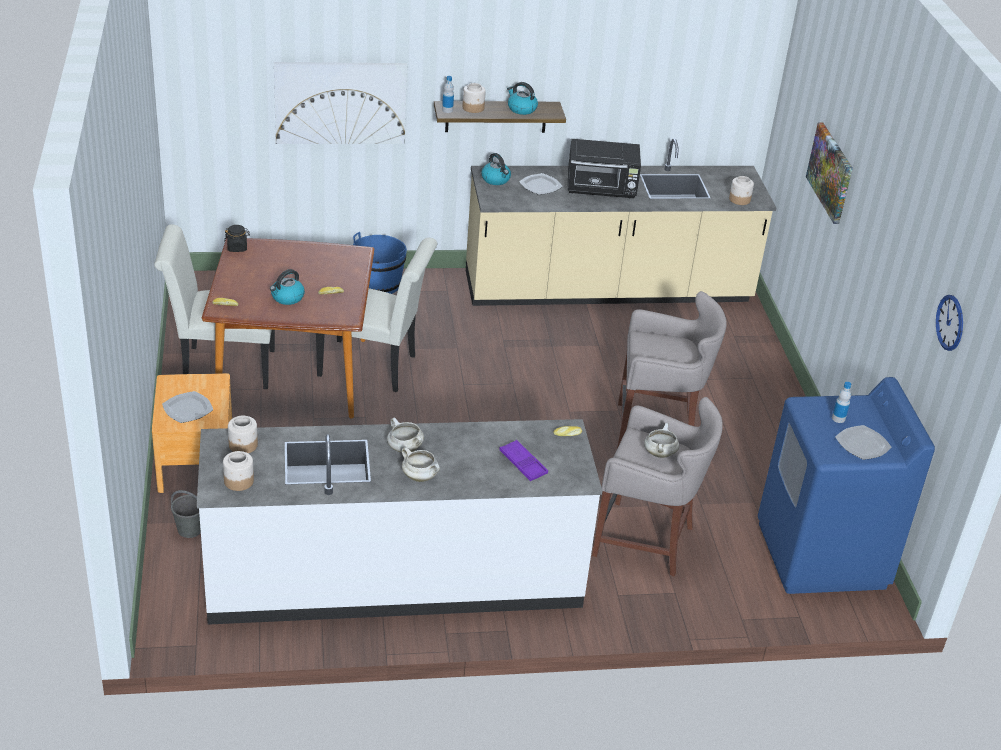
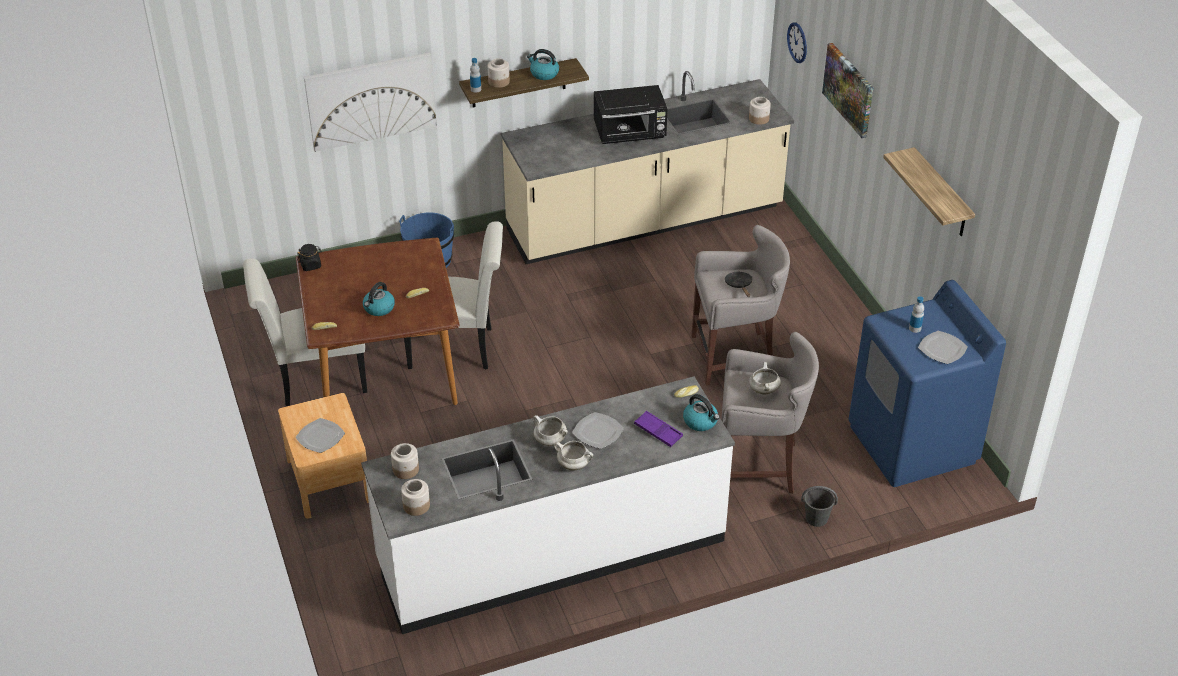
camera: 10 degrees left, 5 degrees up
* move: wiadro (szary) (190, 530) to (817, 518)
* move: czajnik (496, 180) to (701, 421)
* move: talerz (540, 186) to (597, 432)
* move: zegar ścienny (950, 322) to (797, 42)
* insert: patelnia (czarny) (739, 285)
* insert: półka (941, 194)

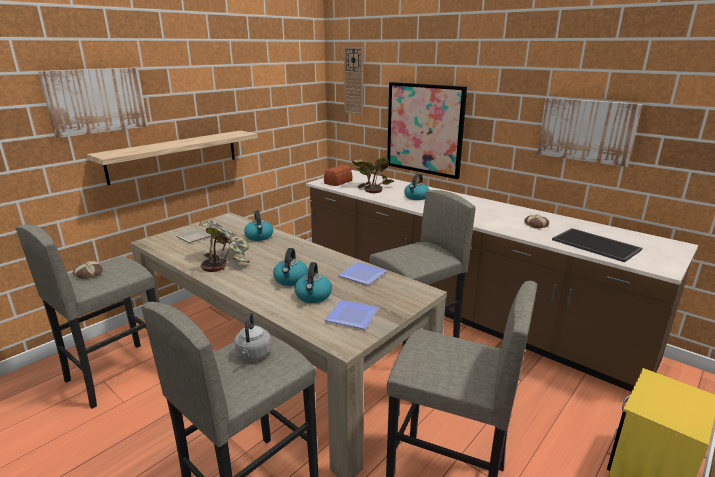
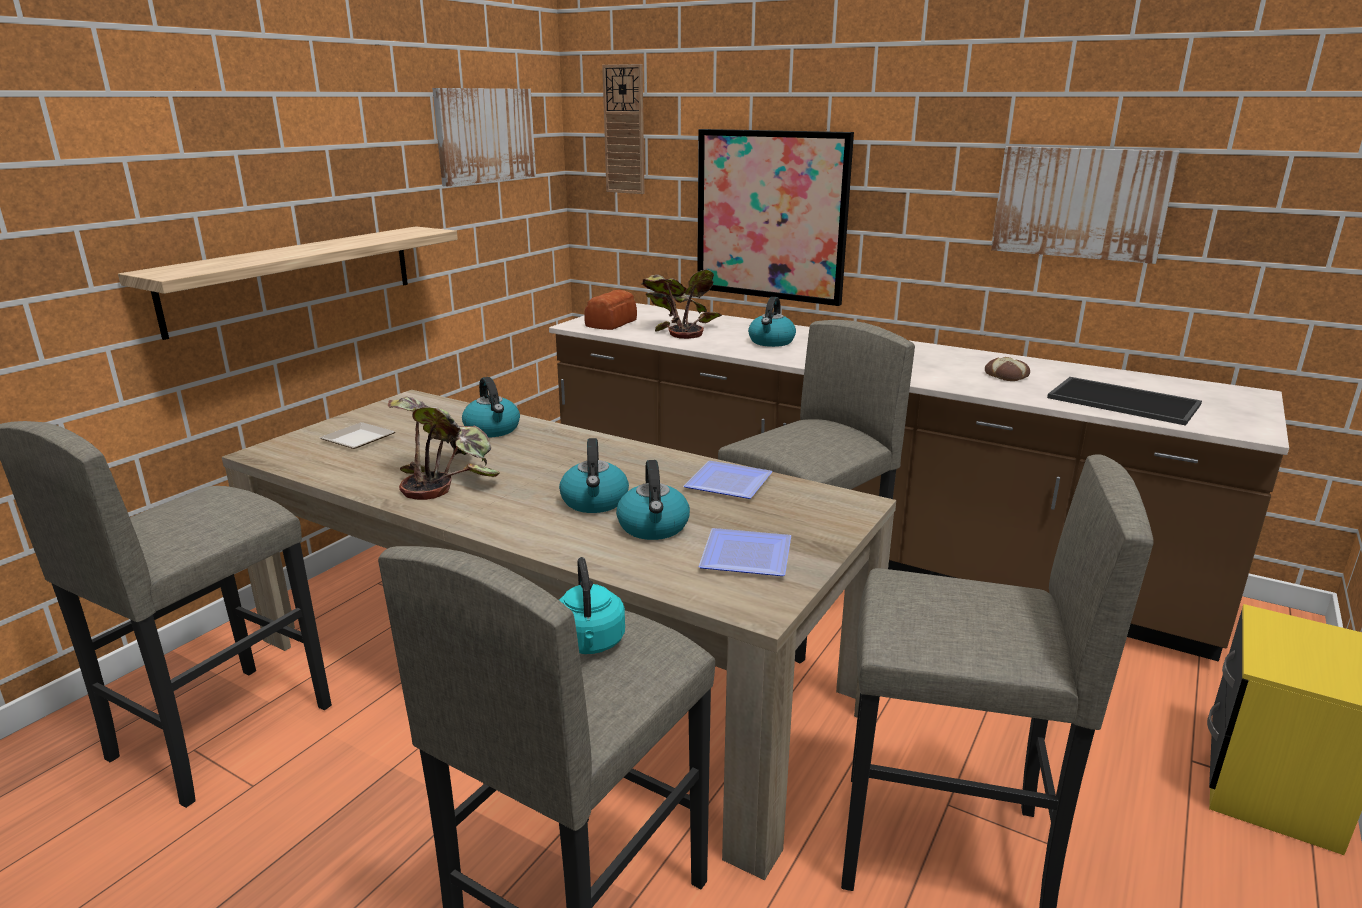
camera: 10 degrees left, 0 degrees up
* move: obraz (97, 101) to (485, 135)
* delete: chleb (88, 274)
* recolor: czajnik (szary) (253, 355) to czajnik (turkusowy) (590, 643)

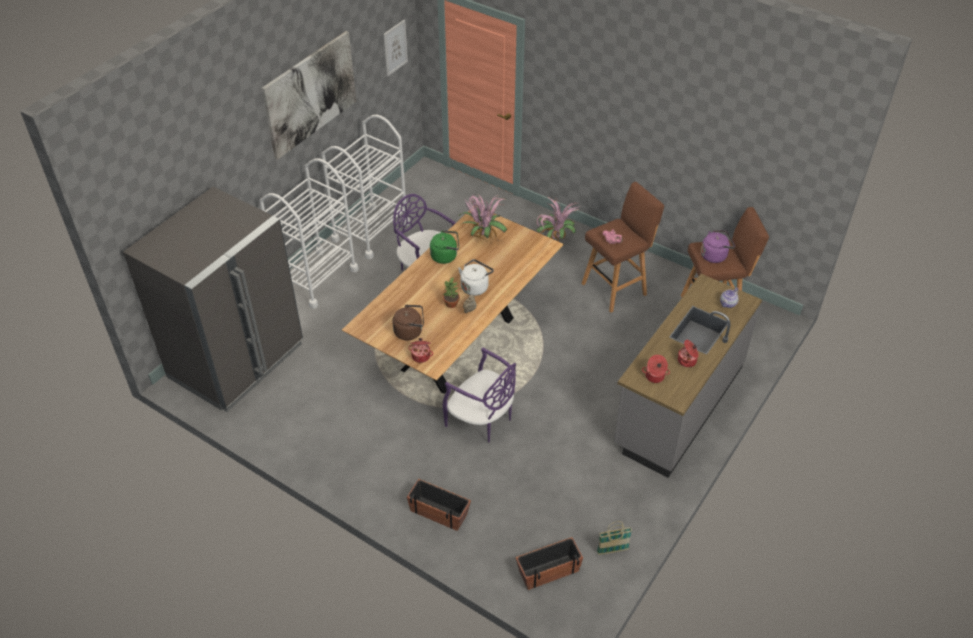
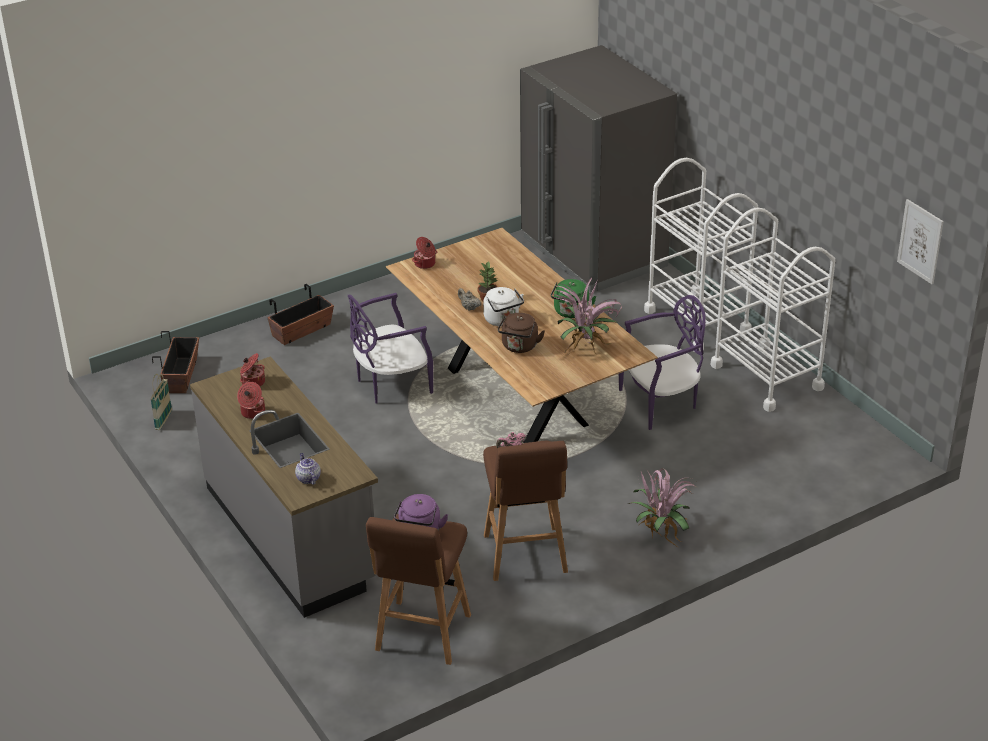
camera: 115 degrees right, 10 degrees down
* delete: obraz (310, 94)
* move: czajnik (brązowy) (410, 331) to (519, 347)

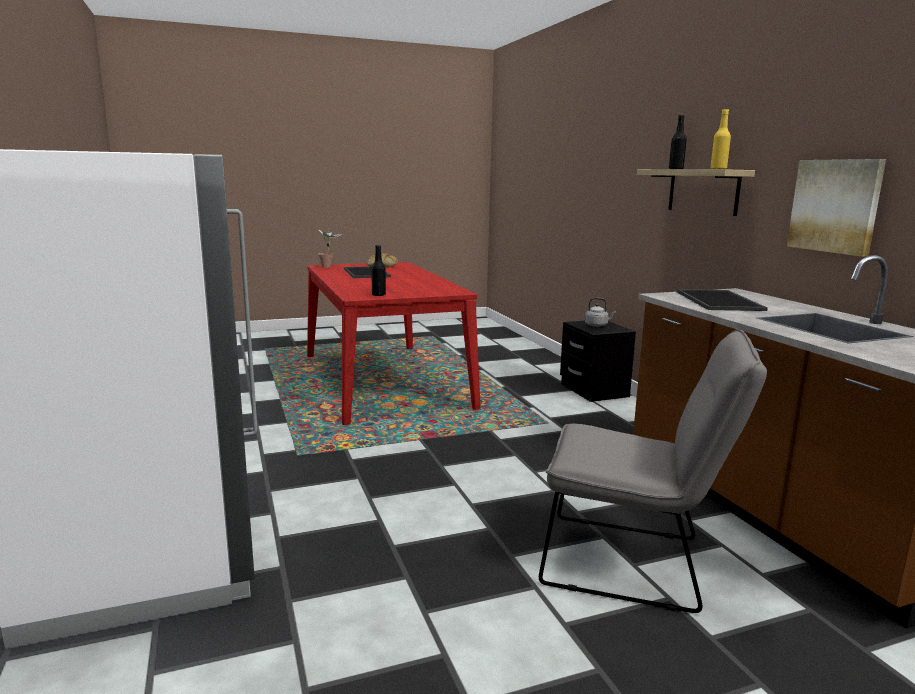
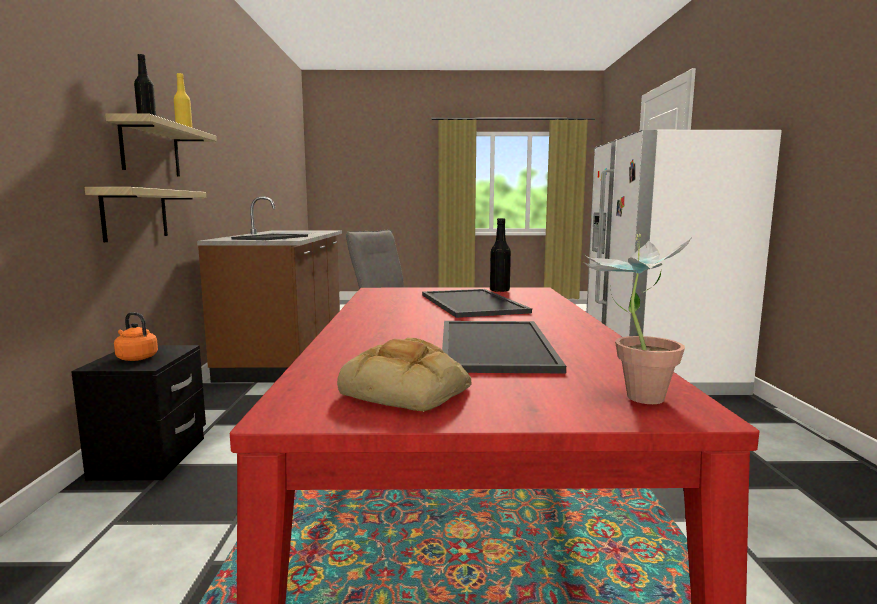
camera: 160 degrees left, 5 degrees down
* recolor: czajnik (szary) (597, 325) to czajnik (pomarańczowy) (136, 358)
* delete: obraz (835, 206)
* insert: półka (135, 214)
* insert: taca (474, 303)

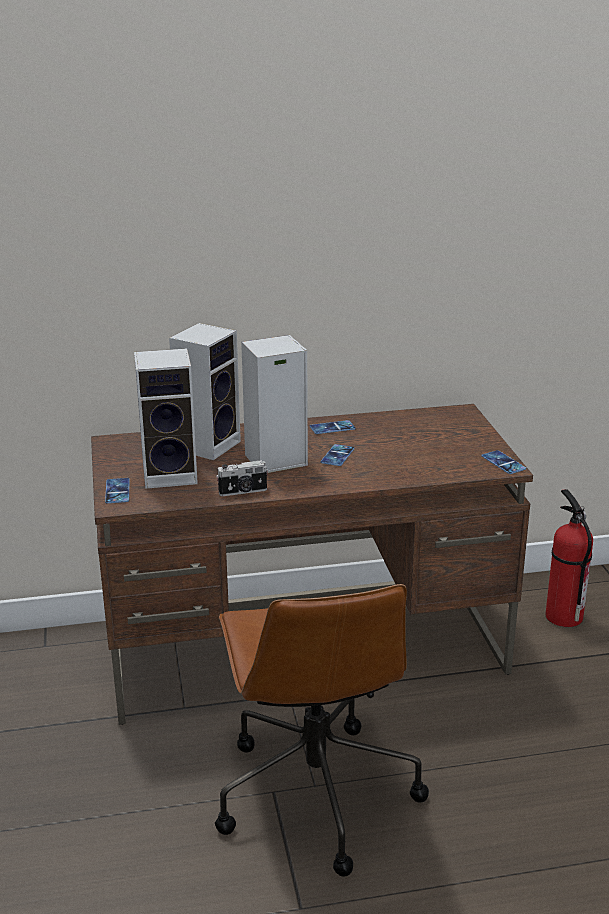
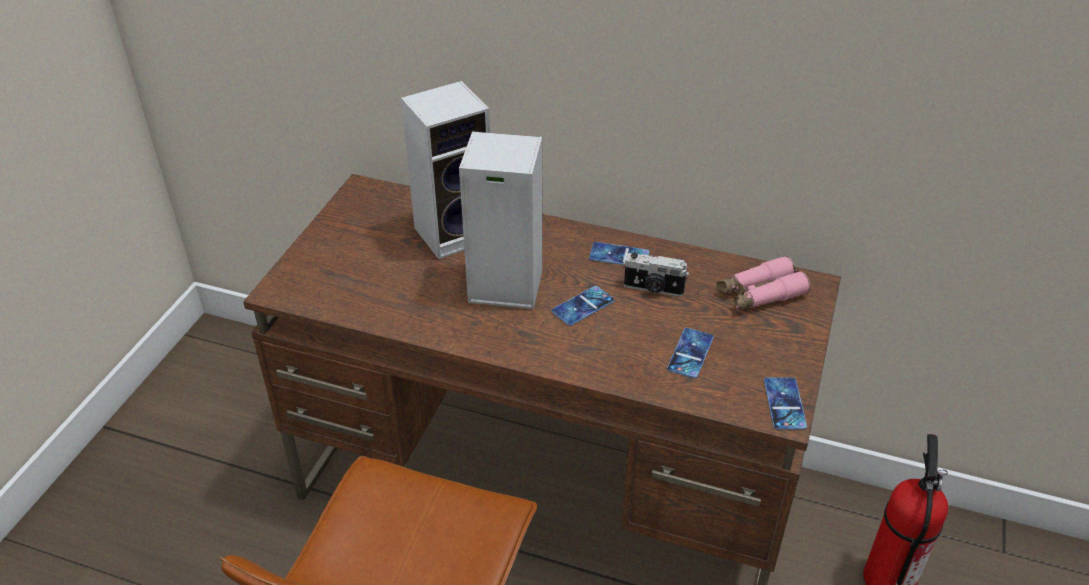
camera: 30 degrees right, 15 degrees up
* move: telefon (117, 491) to (690, 353)
* delete: głośnik (172, 474)
* move: aparat fotograficzny (243, 492) to (653, 289)
* insert: lornetka (różowy) (760, 294)

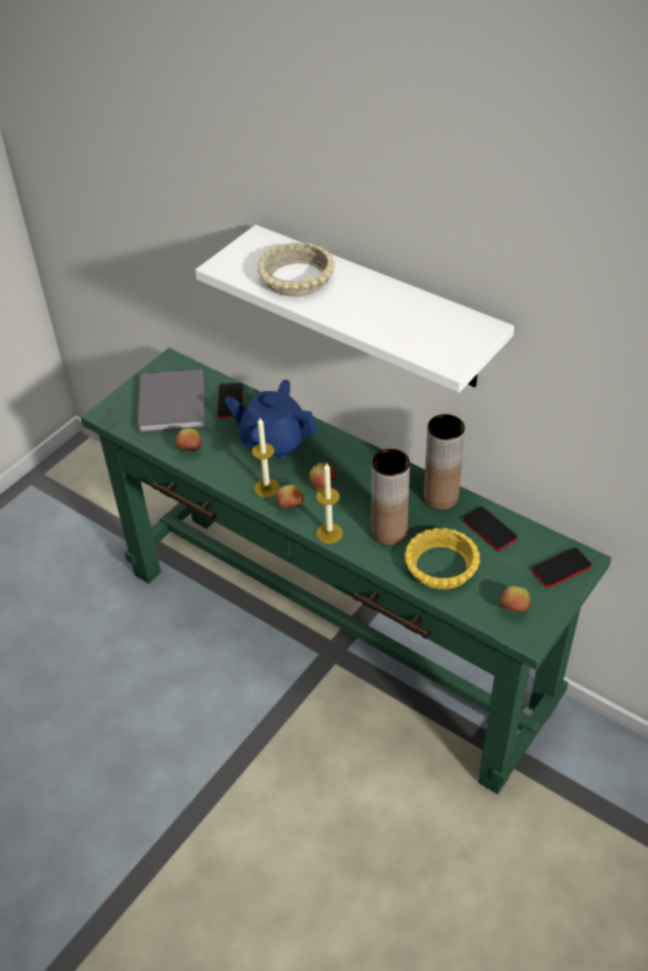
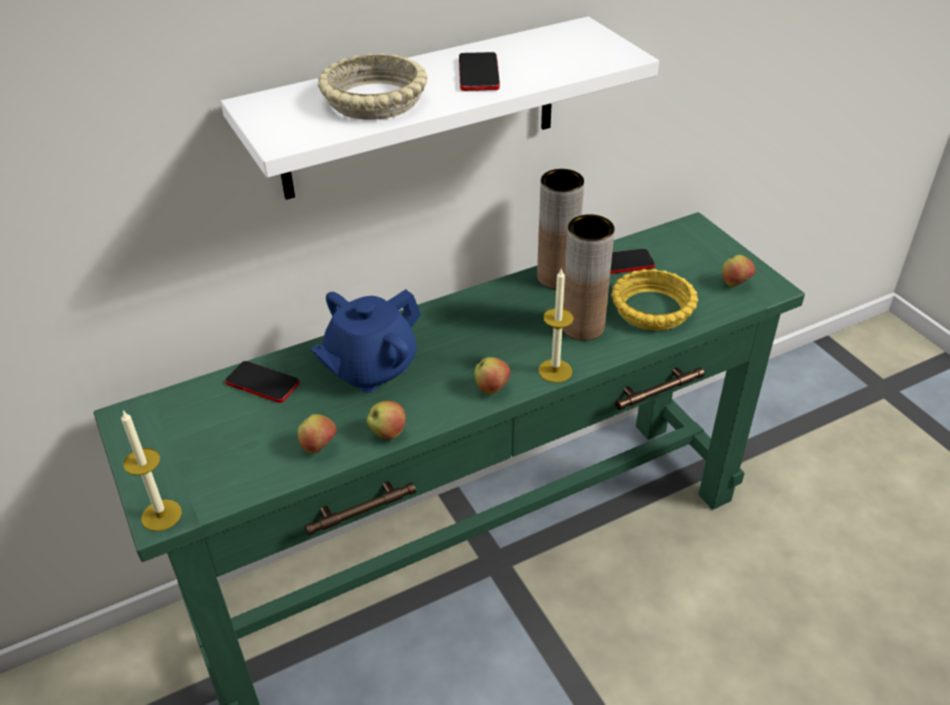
camera: 65 degrees left, 5 degrees down
* delete: książka (szary) (172, 401)
* move: świeca (267, 488) to (161, 515)
* move: jabłko (323, 486) to (387, 433)
* move: telefon (561, 568) to (478, 73)

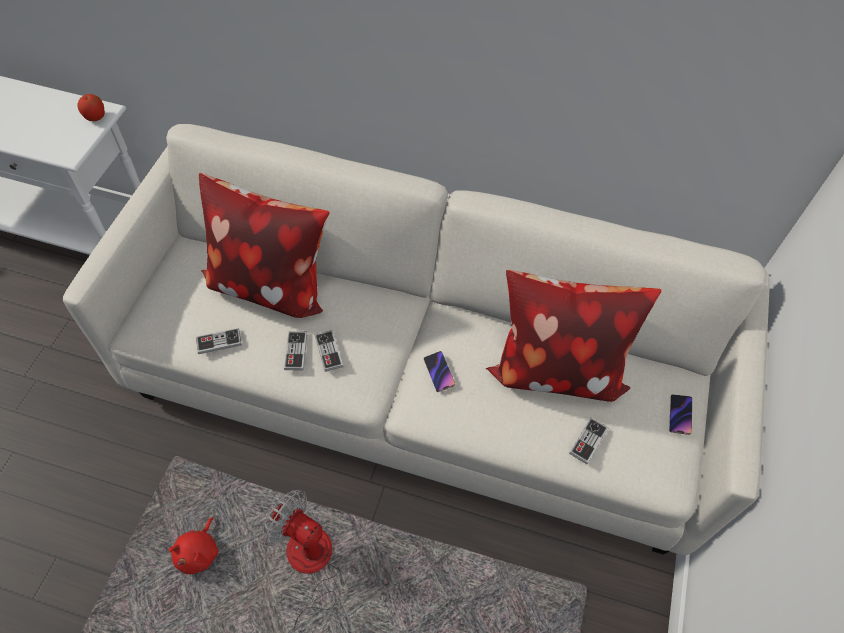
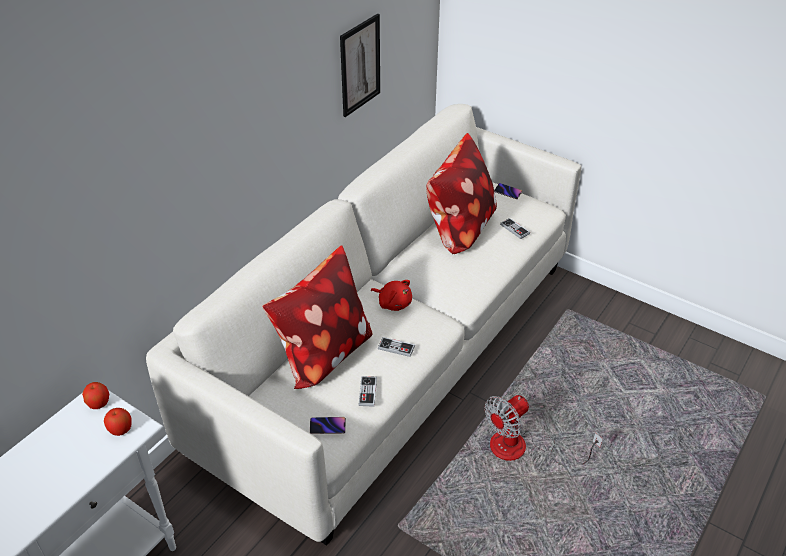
camera: 70 degrees left, 15 degrees down
* move: pluszak (czerwony) (199, 552) to (393, 303)
* delete: pad do gier (329, 351)
* move: telefon (439, 372) to (327, 426)
* insert: jabłko (120, 429)
* insert: obraz (360, 65)

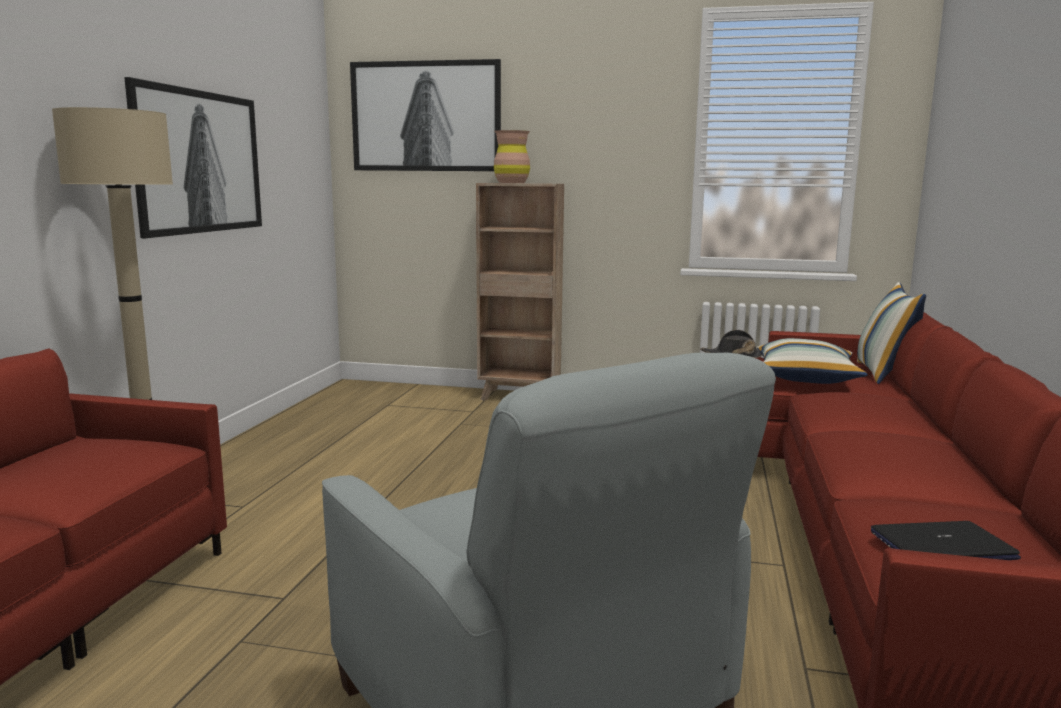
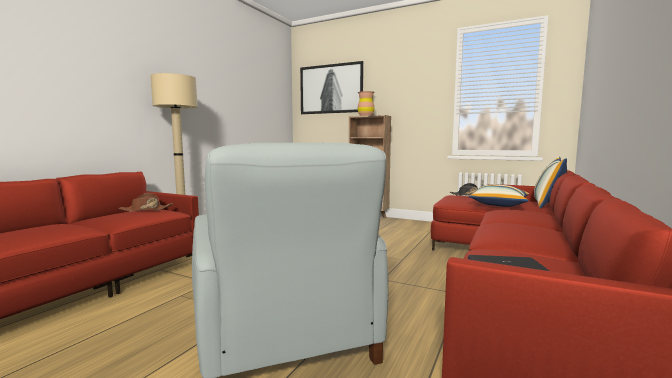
camera: 15 degrees right, 5 degrees down
* delete: obraz (198, 162)
* insert: kapelusz (brązowy) (146, 210)

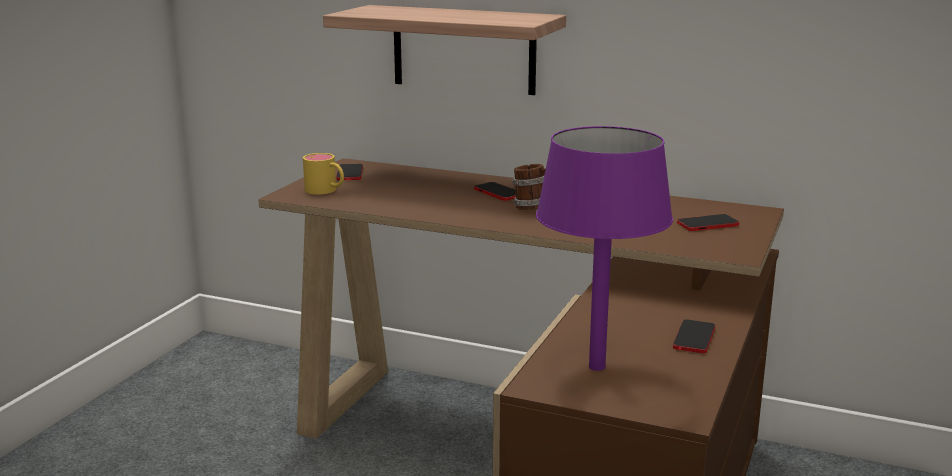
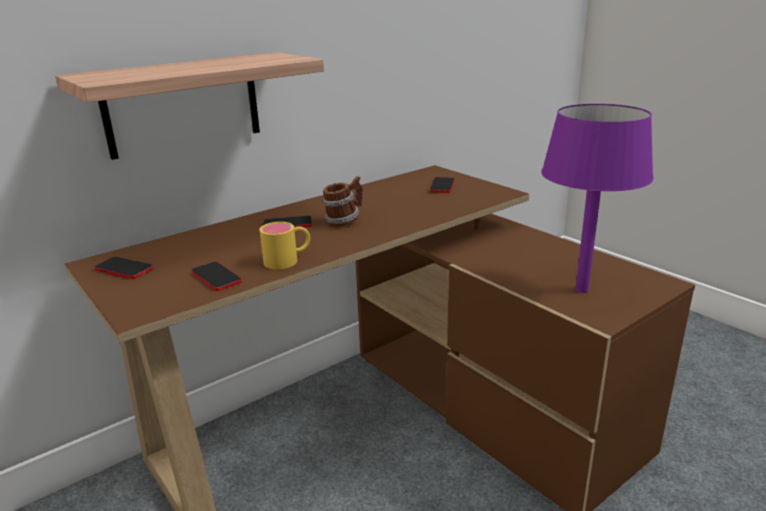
camera: 60 degrees left, 5 degrees up
* move: kubek (żółty) (326, 191) to (288, 260)
* move: telefon (694, 338) to (216, 277)

